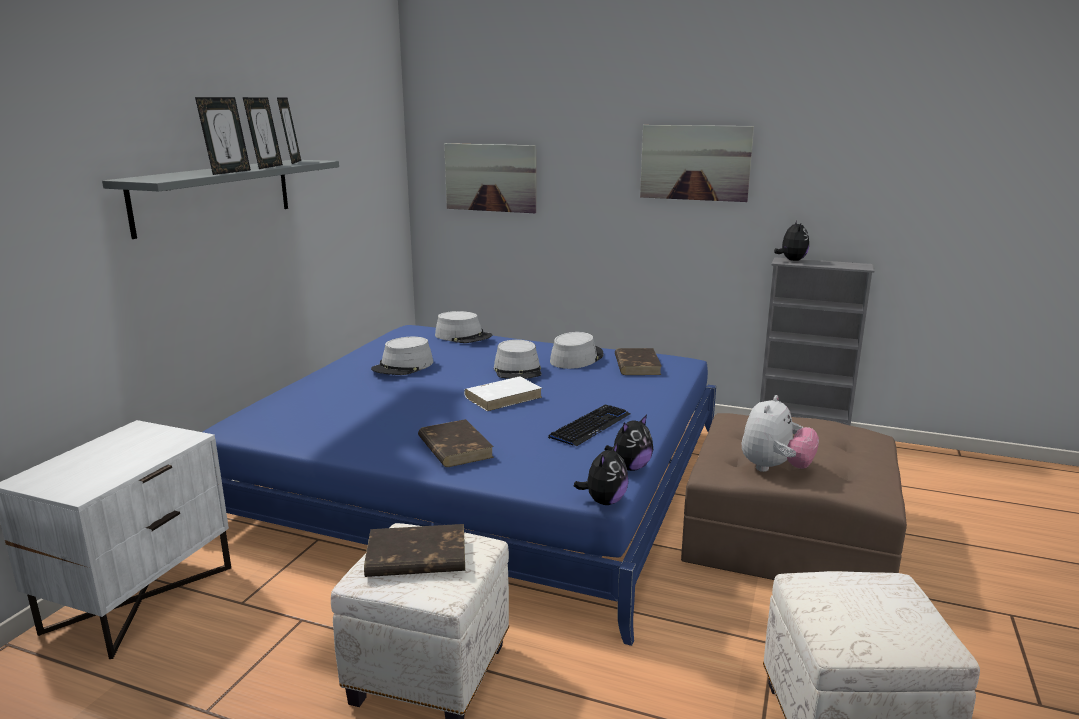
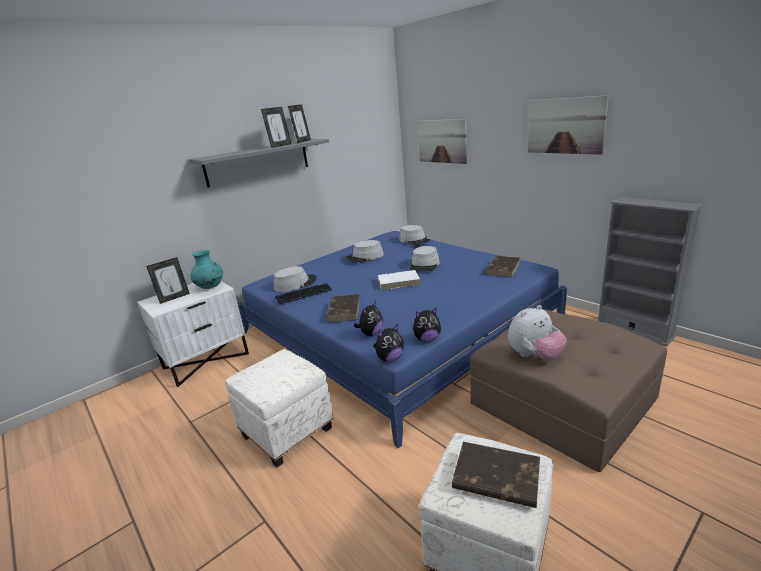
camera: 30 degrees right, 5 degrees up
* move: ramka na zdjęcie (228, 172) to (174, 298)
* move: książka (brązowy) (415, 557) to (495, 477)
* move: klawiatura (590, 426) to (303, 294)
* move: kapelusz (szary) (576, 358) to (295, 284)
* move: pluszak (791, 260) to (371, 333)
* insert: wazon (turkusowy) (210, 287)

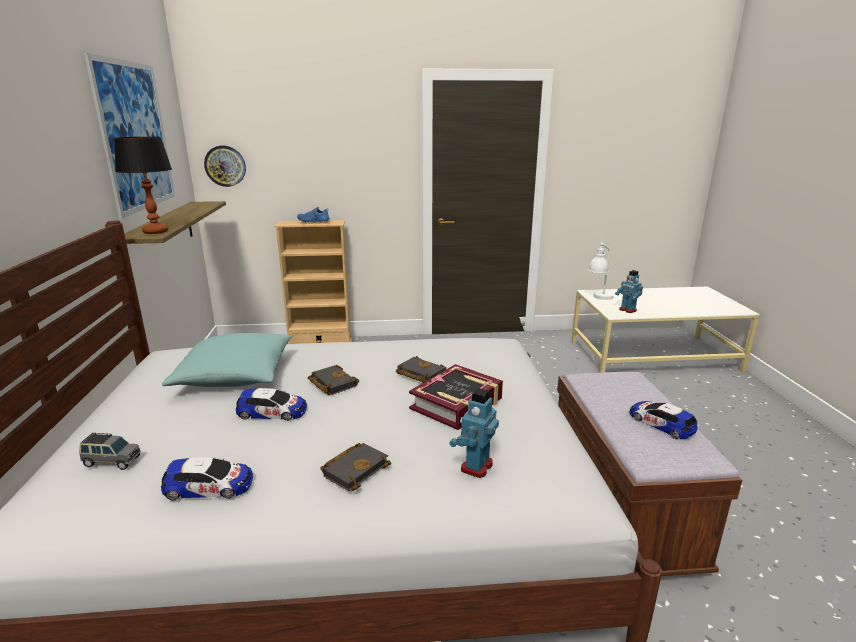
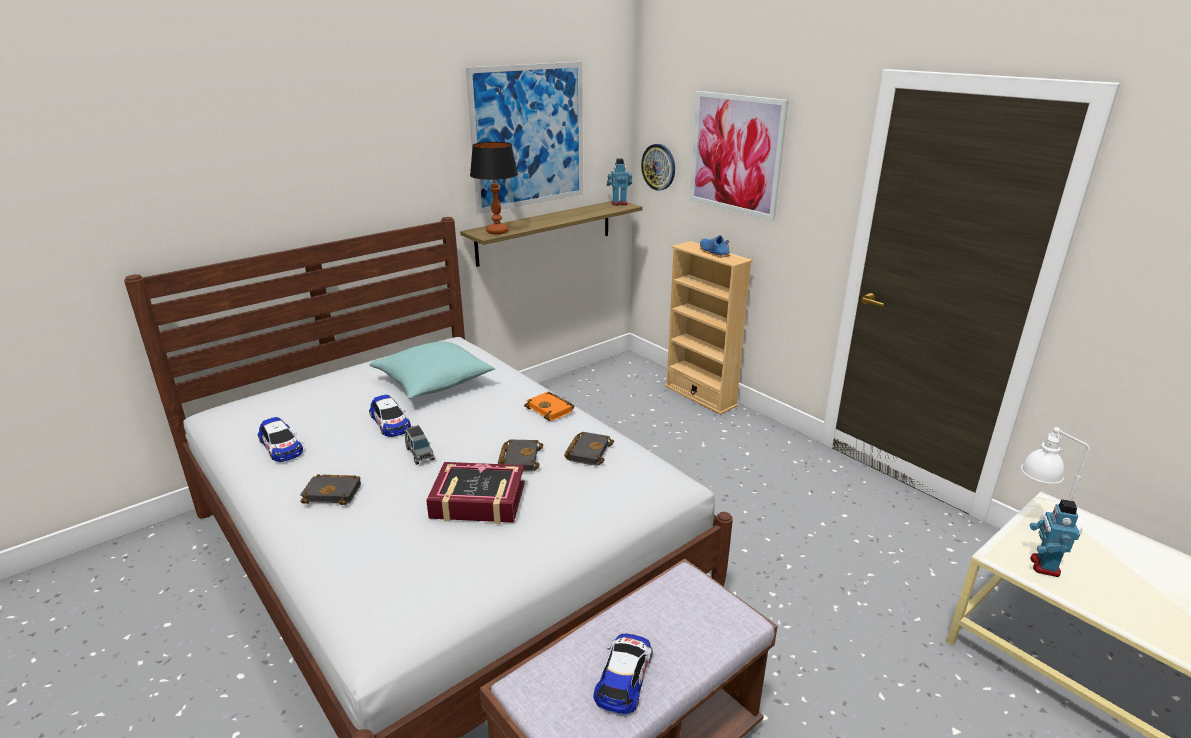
camera: 55 degrees right, 5 degrees up
* move: samochodzik (szary) (111, 461) to (419, 453)
* move: książka (czarny) (331, 383) to (588, 451)
* move: robot zabawkowy (475, 466) to (619, 203)
* insert: książka (pomarańczowy) (551, 409)
* insert: obraz (736, 154)

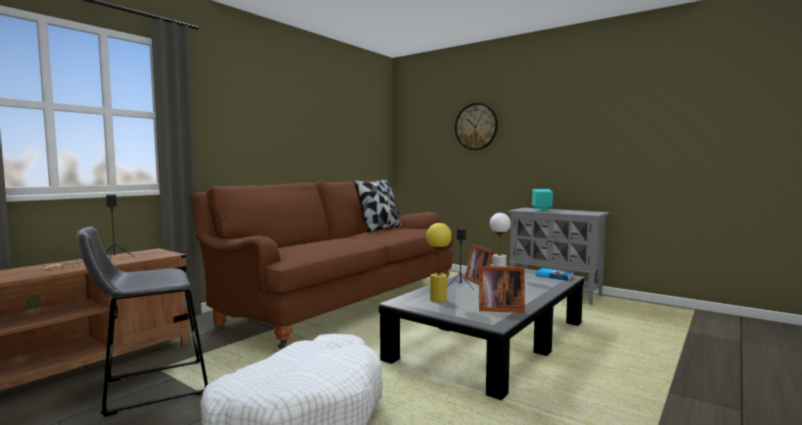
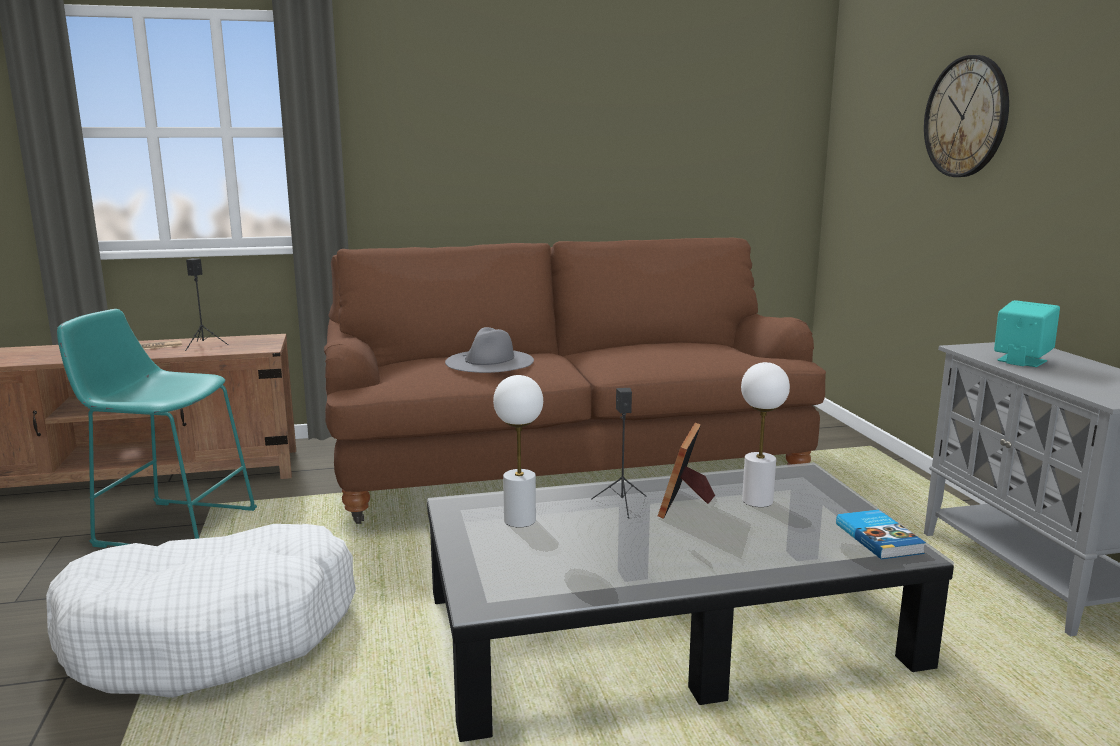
camera: 40 degrees right, 10 degrees up
* recolor: stołek (szary) (149, 388) to stołek (turkusowy) (170, 527)
* delete: poduszka (379, 229)
* recolor: lampa stołowa (żółty) (438, 300) to lampa stołowa (biały) (520, 520)
* delete: ramka na zdjęcie (498, 309)
* insert: kapelusz (szary) (489, 361)

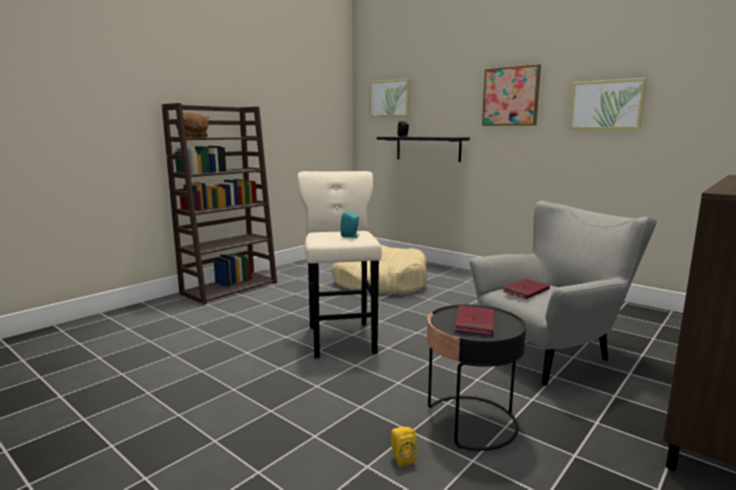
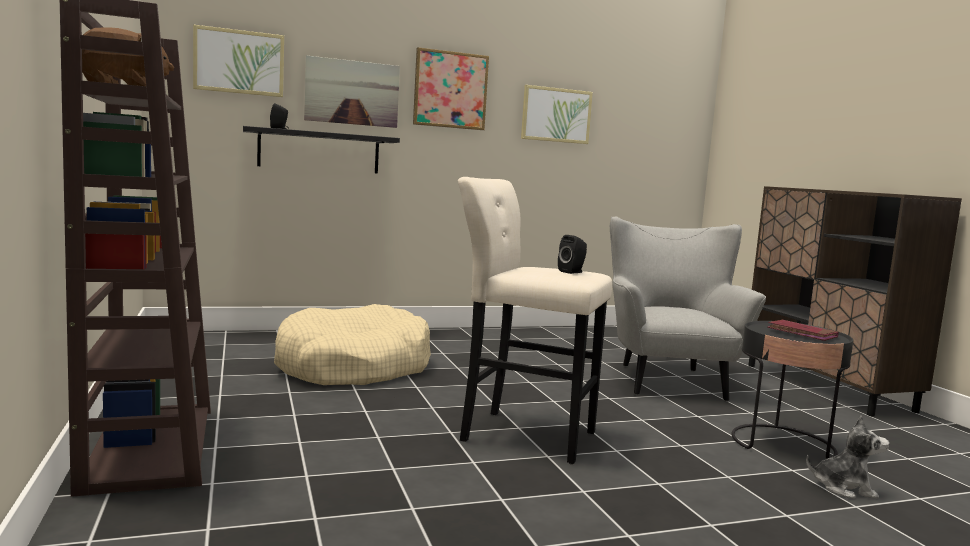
camera: 60 degrees left, 5 degrees down
* recolor: głośnik (turkusowy) (351, 236) to głośnik (czarny) (572, 272)
* replace: głośnik (żółty) (401, 458) to pluszak (844, 488)
* delete: książka (czerwony) (526, 291)
* insert: obraz (352, 92)

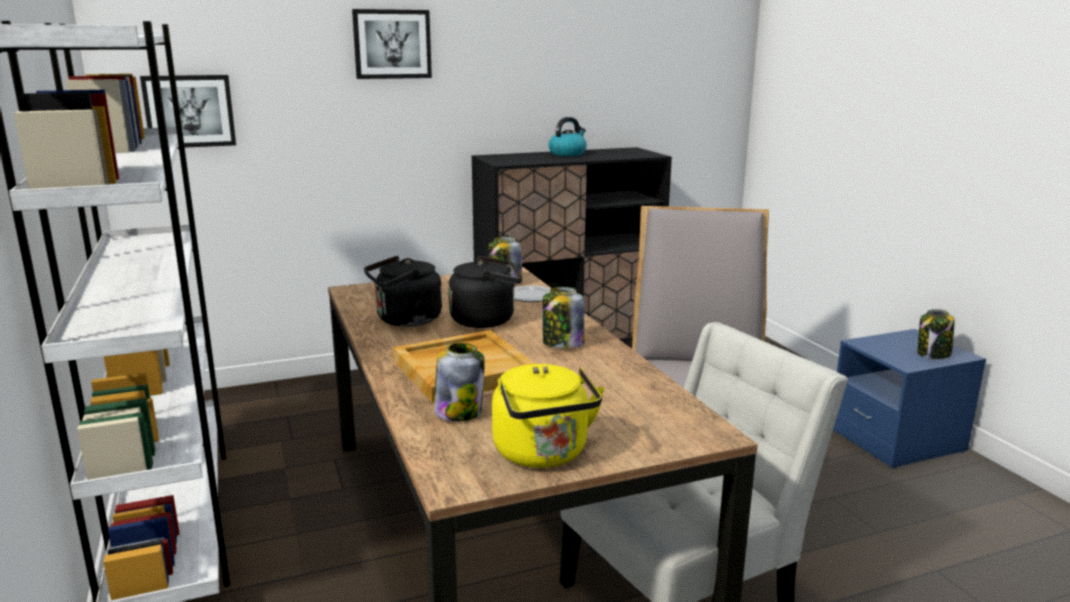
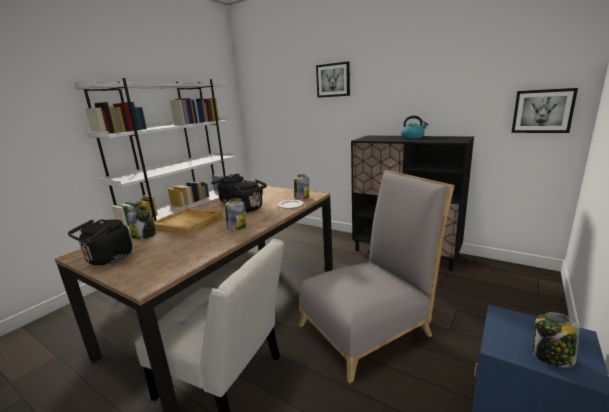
camera: 55 degrees right, 0 degrees up
* move: obraz (189, 111) to (542, 111)
* recolor: czajnik (żółty) (543, 454) to czajnik (czarny) (107, 260)

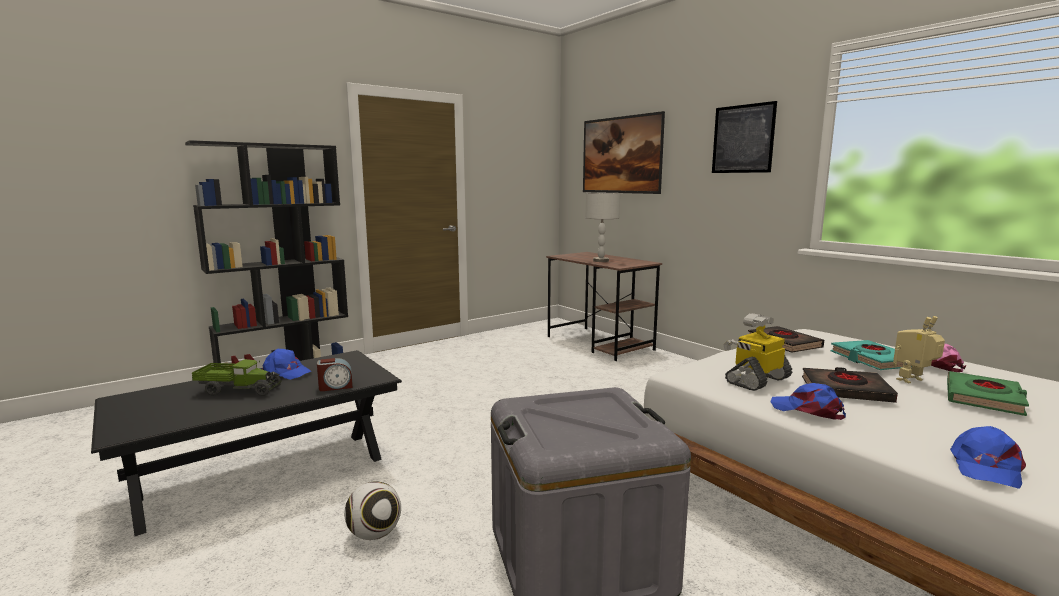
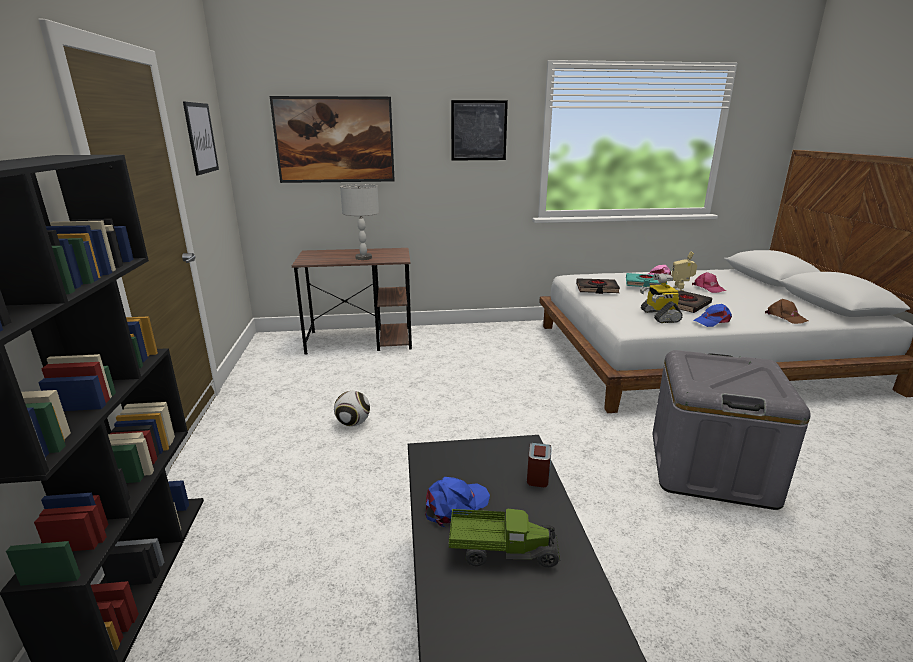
camera: 60 degrees left, 10 degrees up
* rotate: ciężarówka zabawkowa (239, 390) = (502, 551) 60 degrees clockwise
* move: piłka futbolowa (374, 534) to (353, 423)
* replace: książka (zielony) (984, 398) to czapka z daszkiem (różowy) (708, 288)
* recolor: czapka z daszkiem (niebieski) (985, 467) to czapka z daszkiem (brązowy) (785, 317)
* insert: obraz (201, 138)

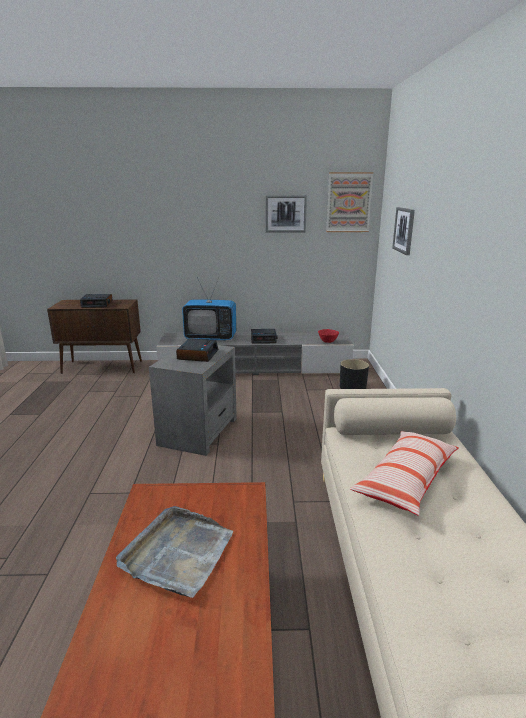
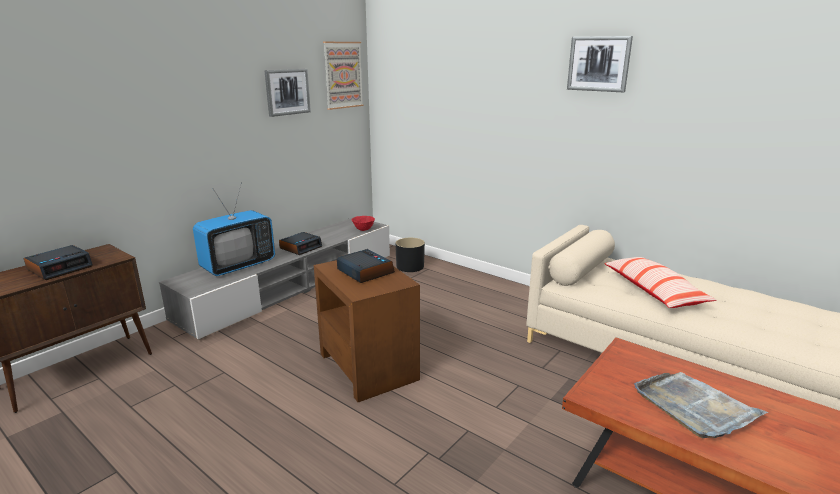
camera: 50 degrees left, 0 degrees up
* recolor: stolik (szary) (199, 431) to stolik (brązowy) (368, 366)
* move: obraz (404, 230) to (599, 64)

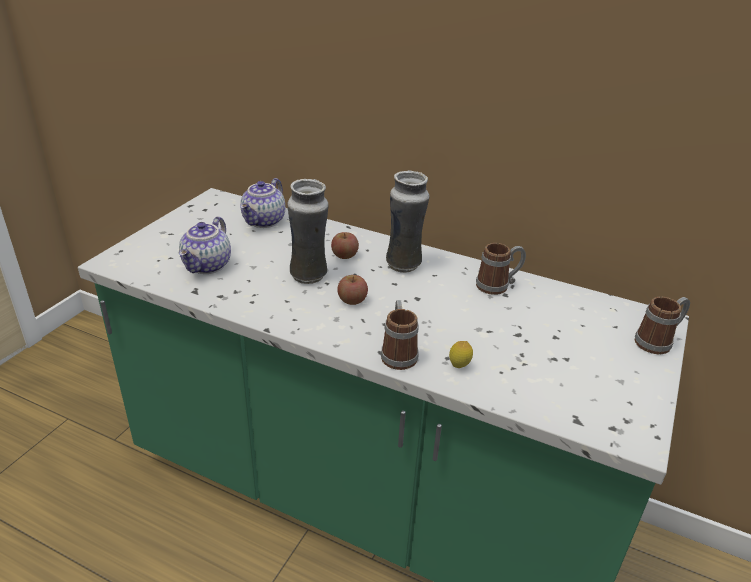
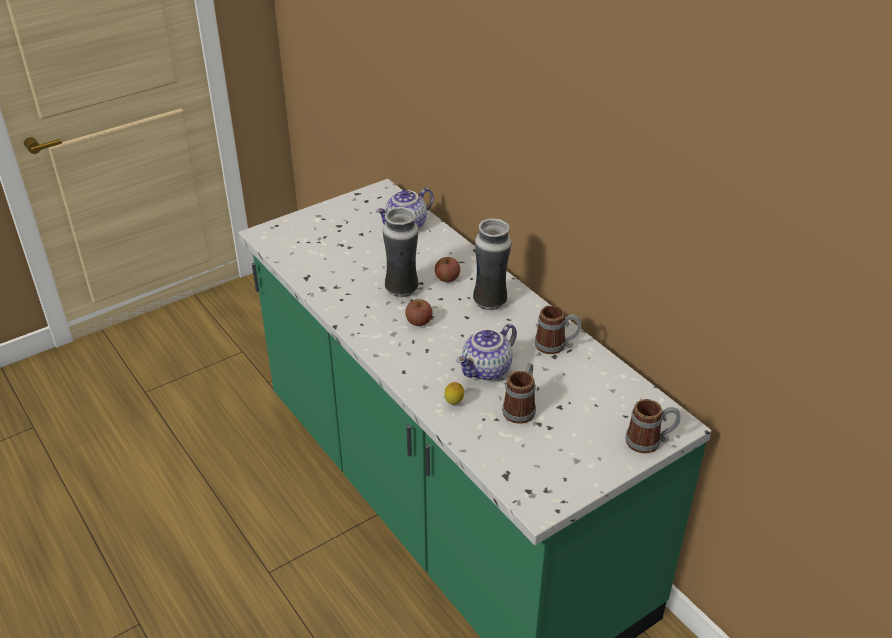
camera: 30 degrees right, 5 degrees up
* move: imbryk (208, 266) to (487, 370)
* move: kubek (398, 353) to (521, 408)

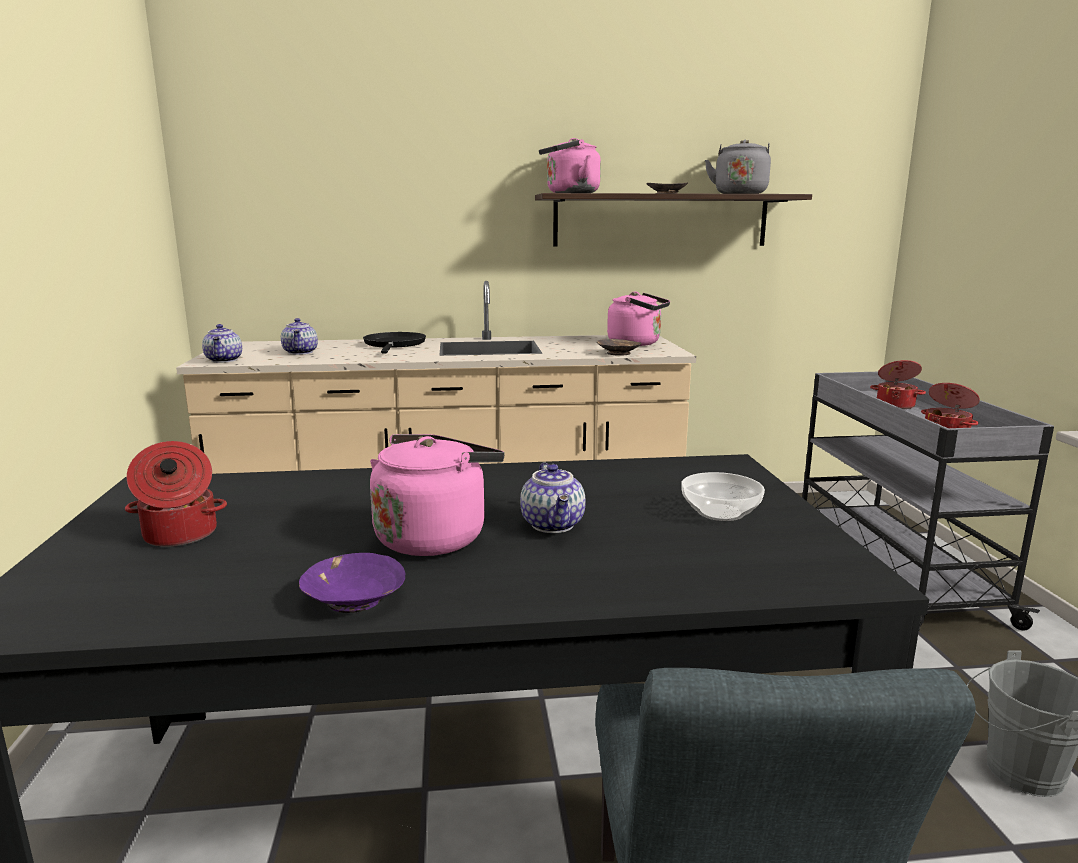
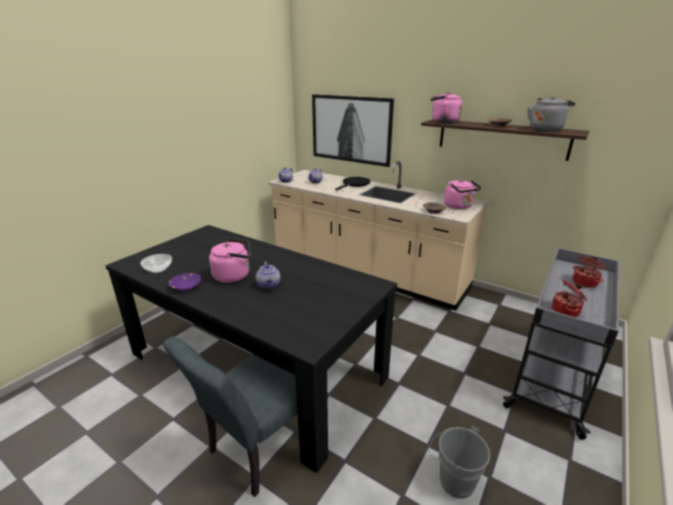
camera: 40 degrees right, 10 degrees up
* delete: garnek (179, 535)
* rotate: imbryk (554, 525) = (269, 285) 45 degrees counterclockwise
* move: miska (721, 513) to (158, 269)
* insert: obraz (350, 129)

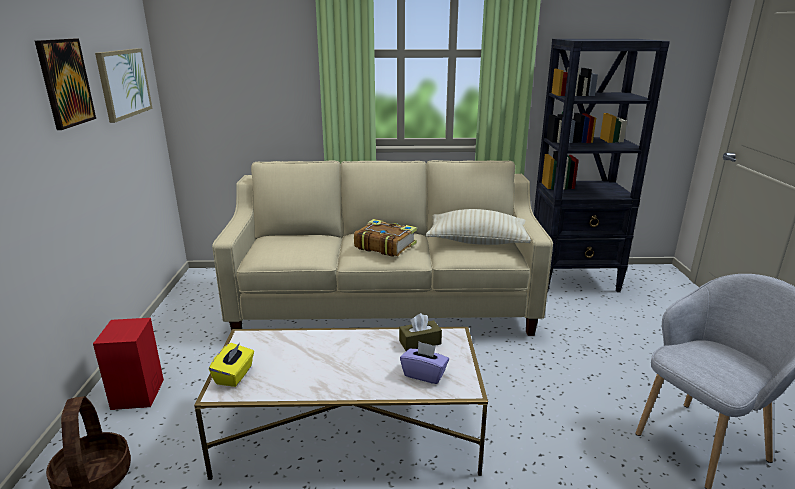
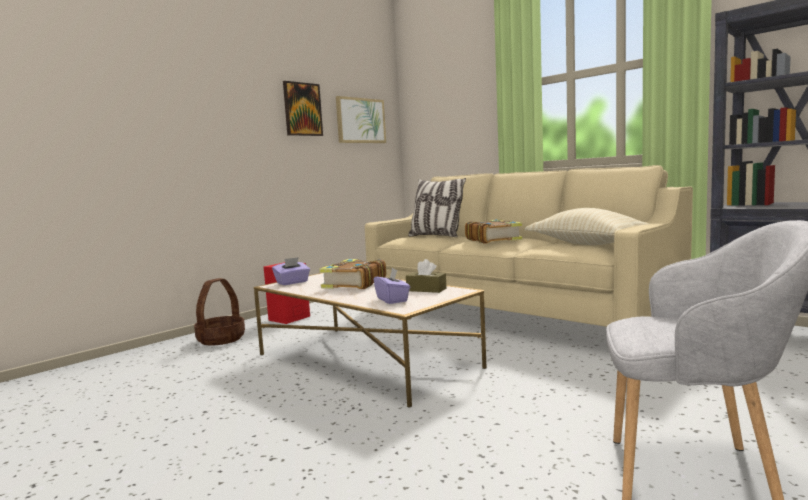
camera: 45 degrees right, 15 degrees down
* recolor: pudełko chusteczek (żółty) (234, 375) to pudełko chusteczek (fioletowy) (292, 282)
* insert: książka (353, 284)
* insert: poduszka (436, 236)

